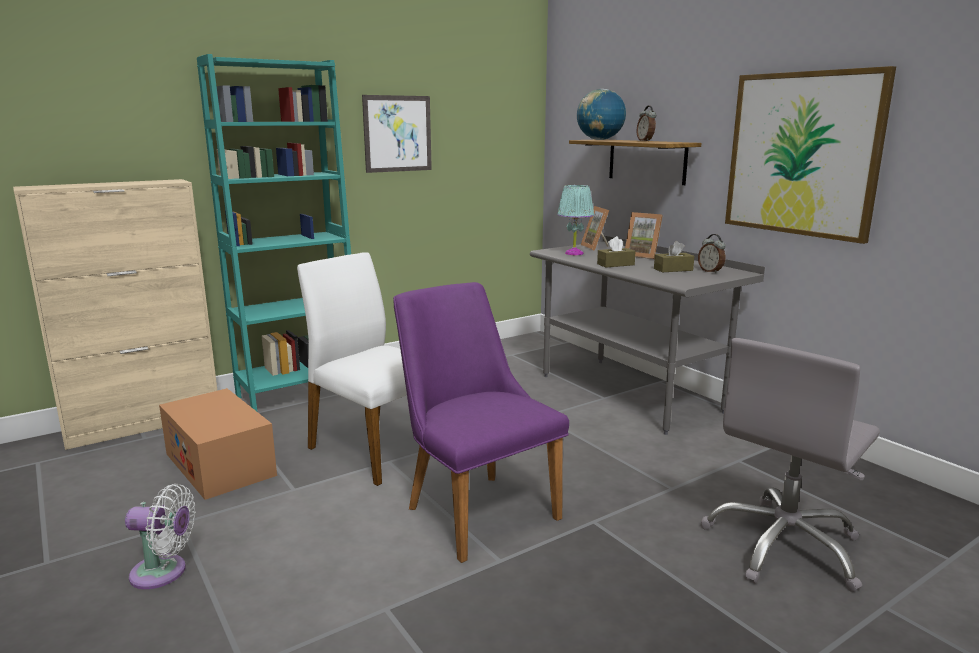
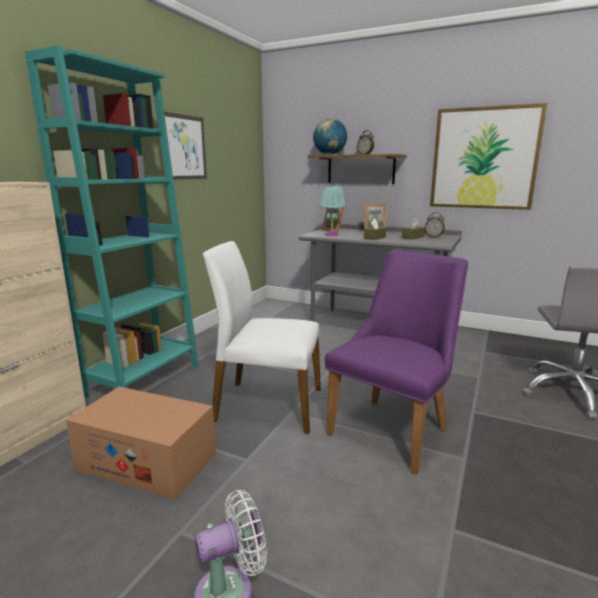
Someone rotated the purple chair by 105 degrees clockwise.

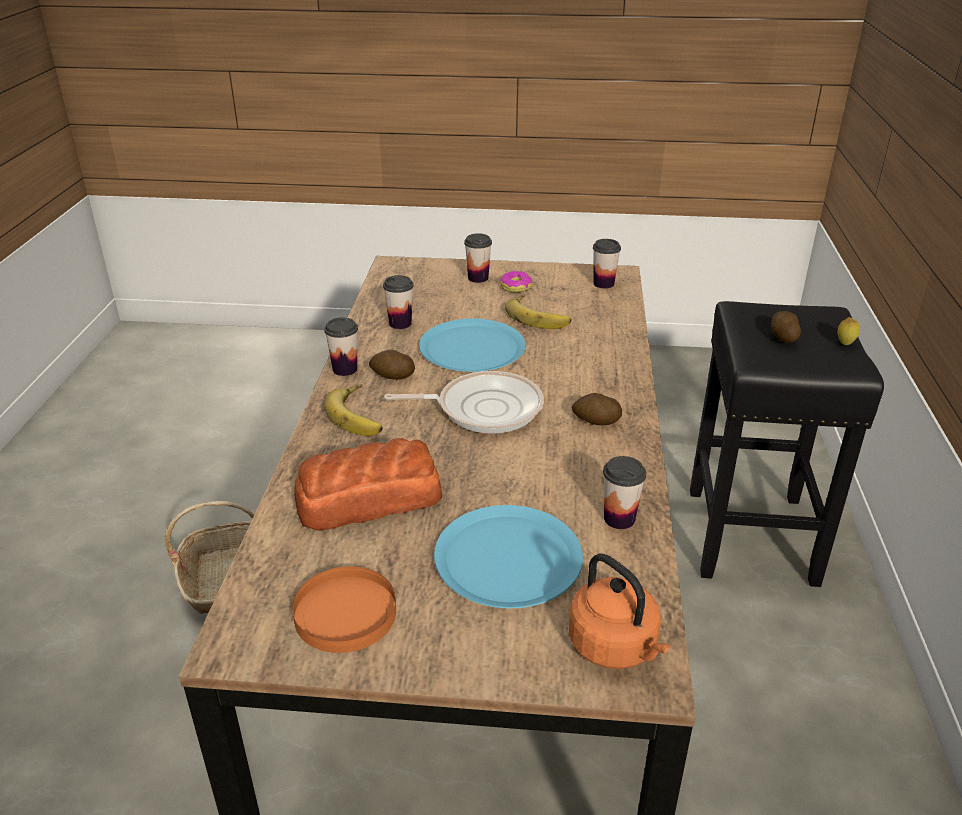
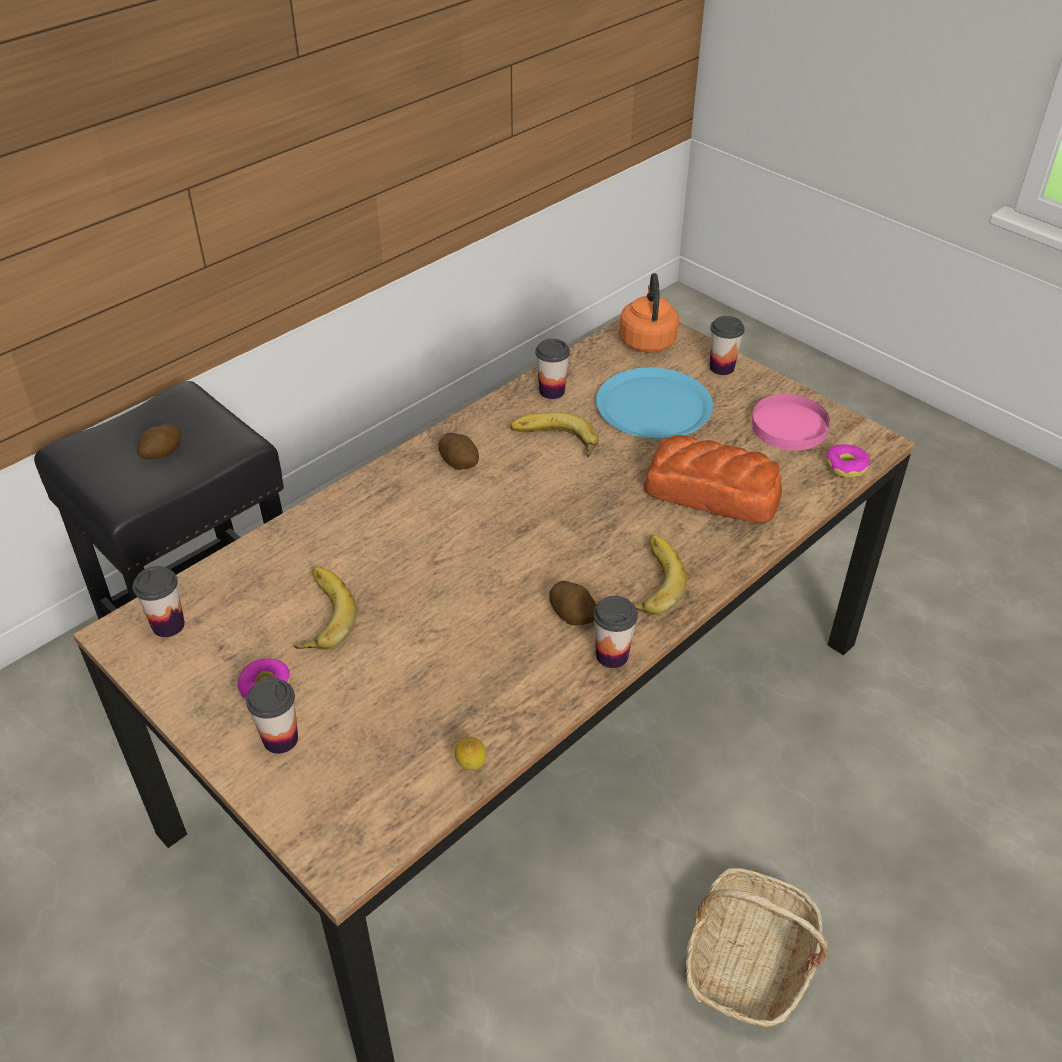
Someone repainted the orange plate, which became the pink plate.
Someone carried the cup (2nd from left in the first image).
Someone took away the frying pan.
Someone took away the blue plate (1st from left).
Someone carried the lemon.
Someone put down the banana (2nd from left).
Someone put down the donut (2nd from left).

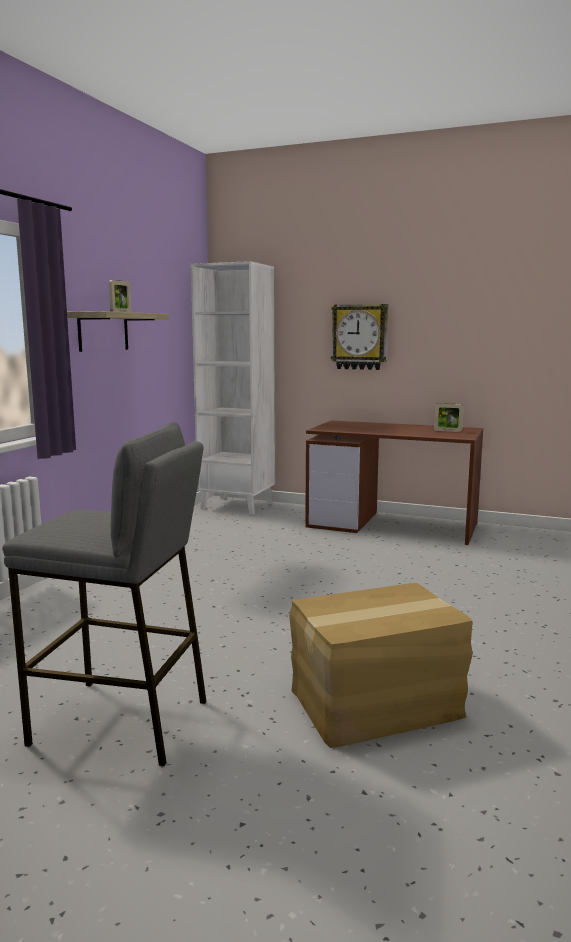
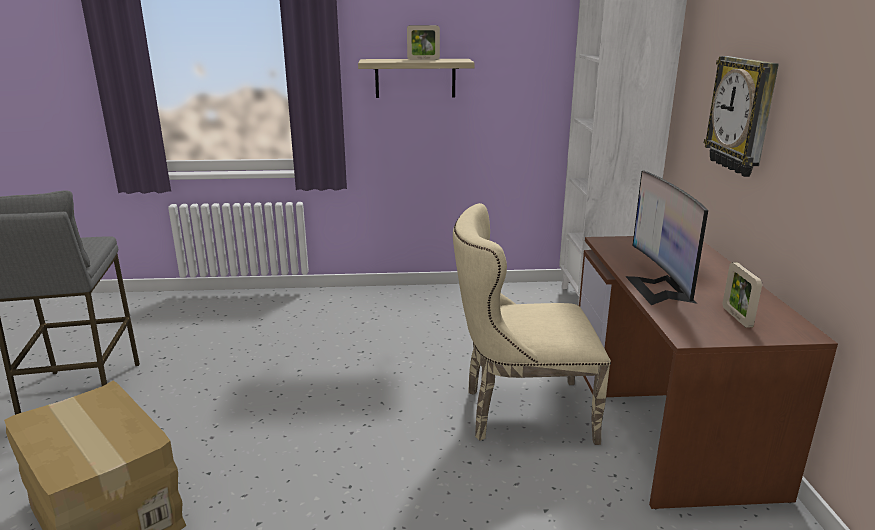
Someone put down the beige chair.
Someone put down the monitor.

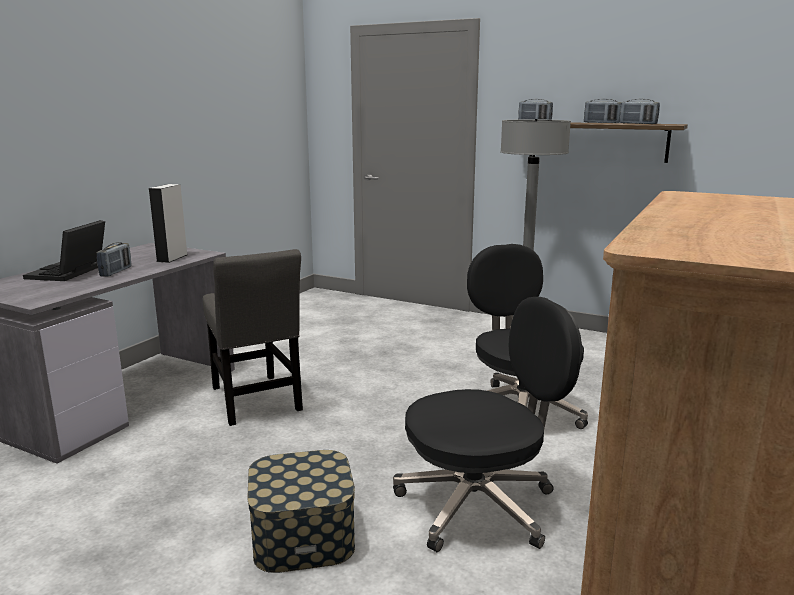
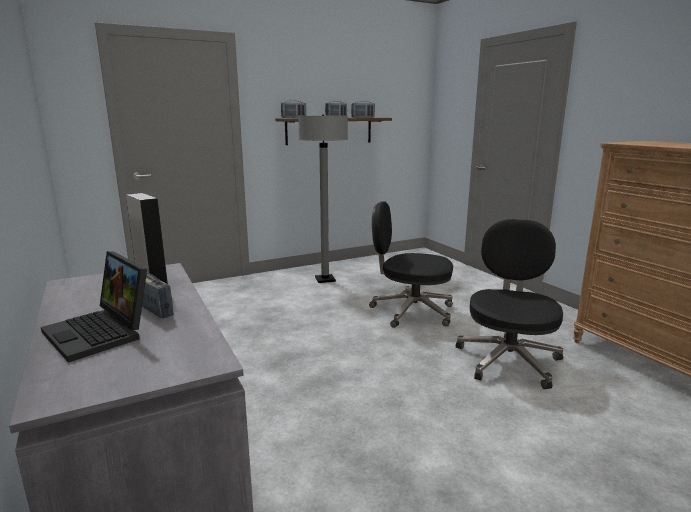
Someone took away the grey chair.
Someone took away the storage box.

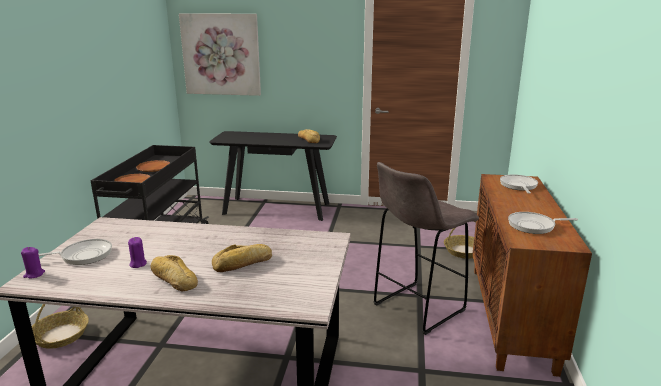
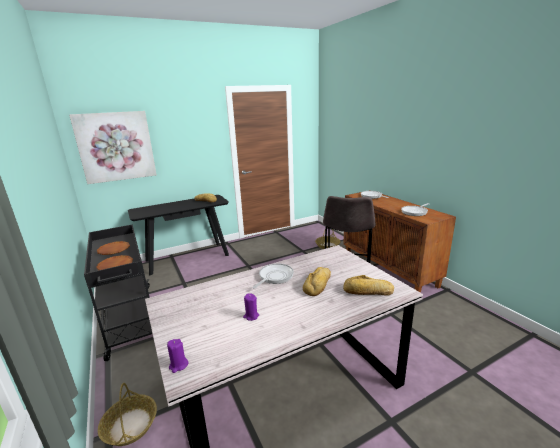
Someone carried the frying pan (1st from left).
Someone carried the bread (1st from left in the first image).

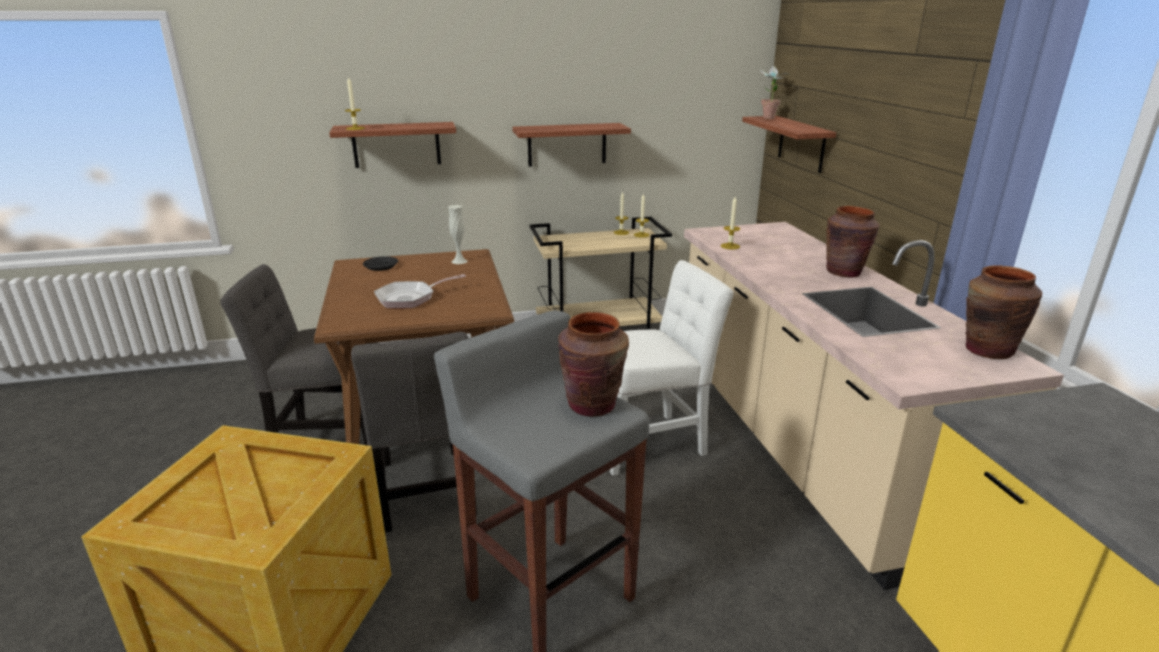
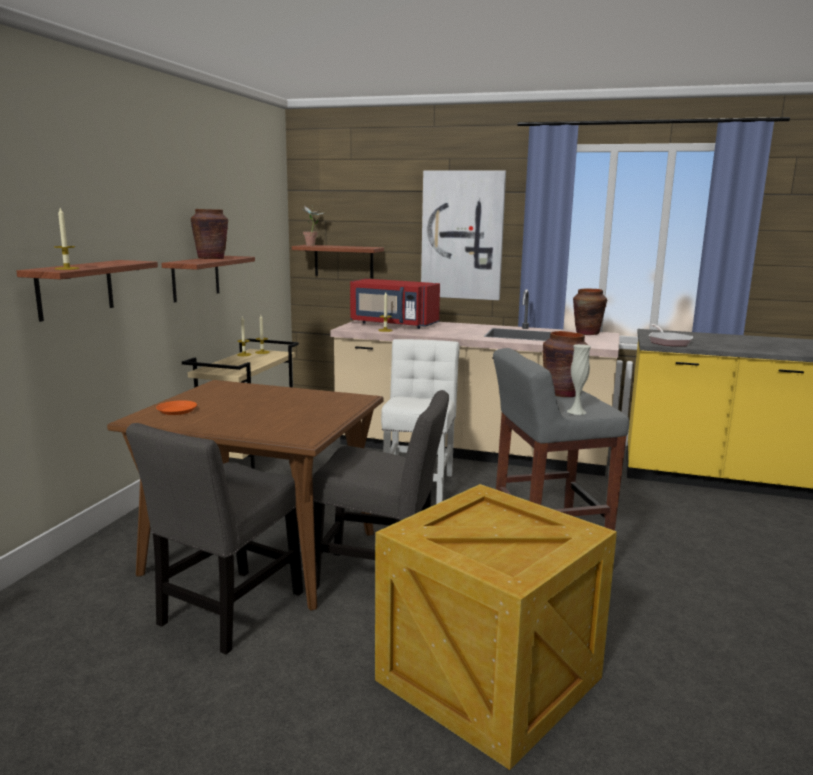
Someone repainted the black plate, which became the orange plate.
Someone carried the frying pan.
Someone carried the white vase.
Someone carried the brown vase (2nd from left in the first image).
Someone put down the red microwave.
Someone put up the picture.

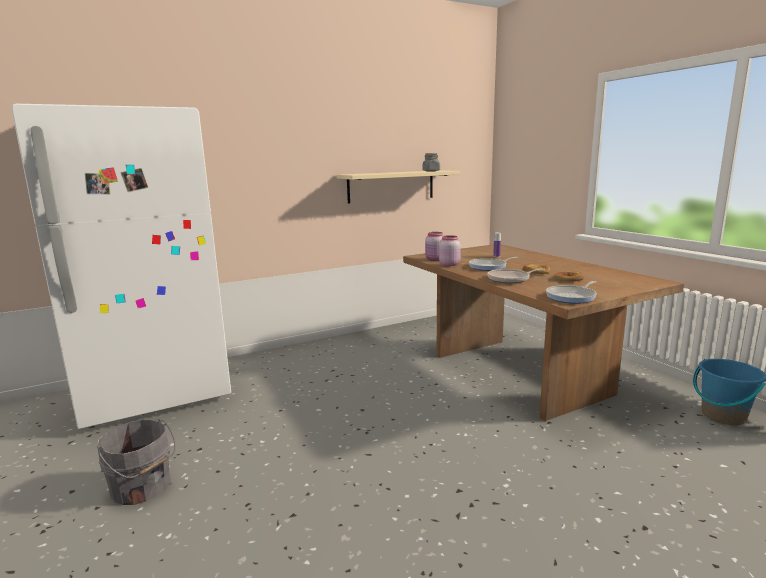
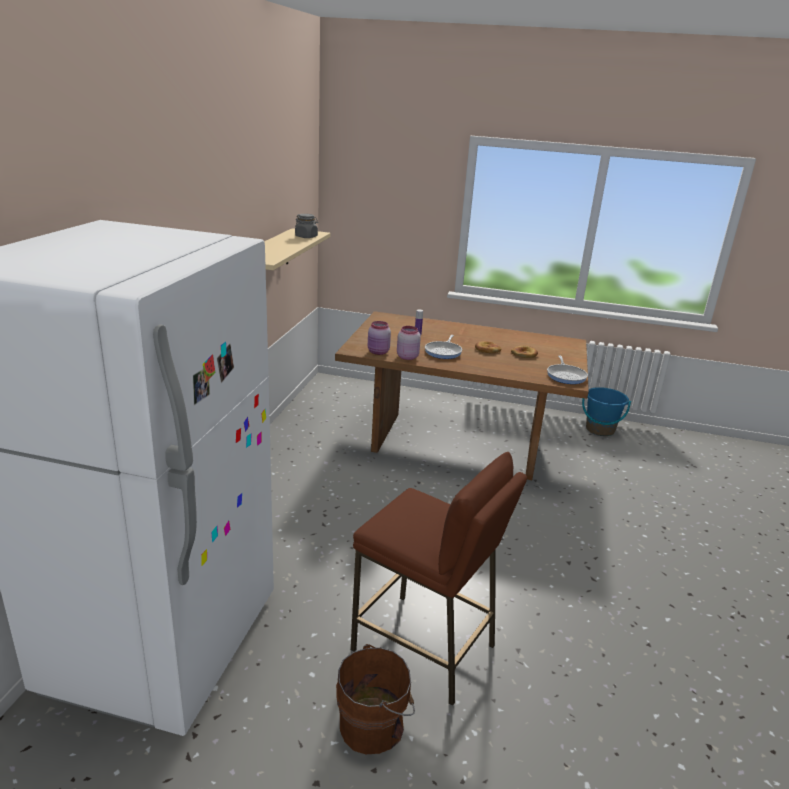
Someone repainted the grey bucket, which became the brown bucket.
Someone took away the frying pan (2nd from left).
Someone put down the brown stool.

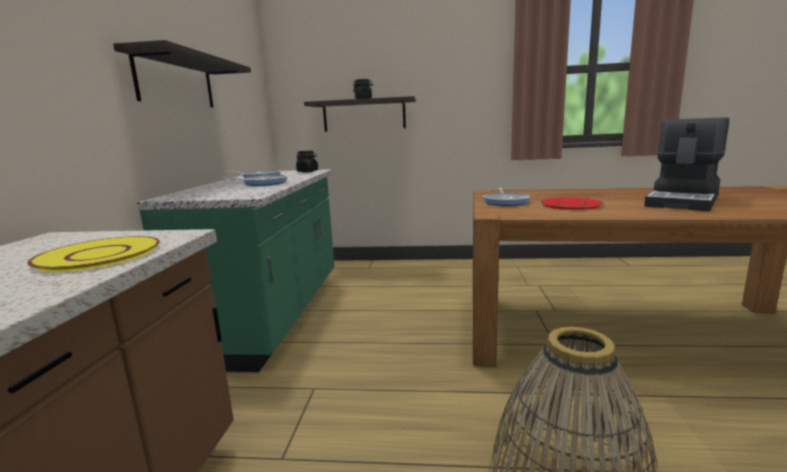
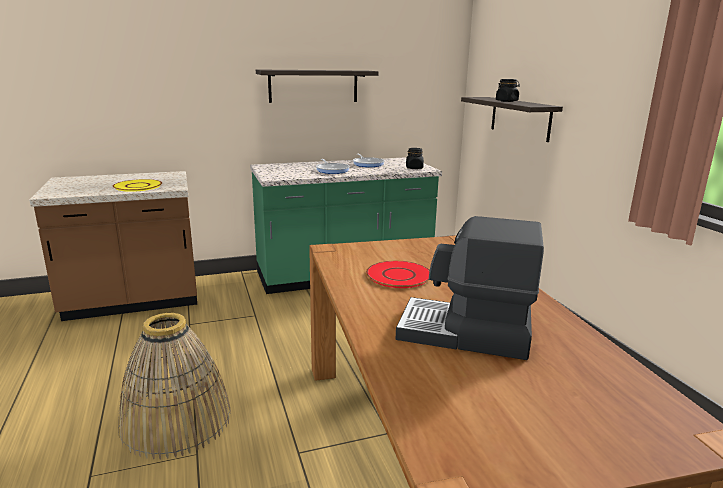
Someone took away the frying pan (3rd from left).

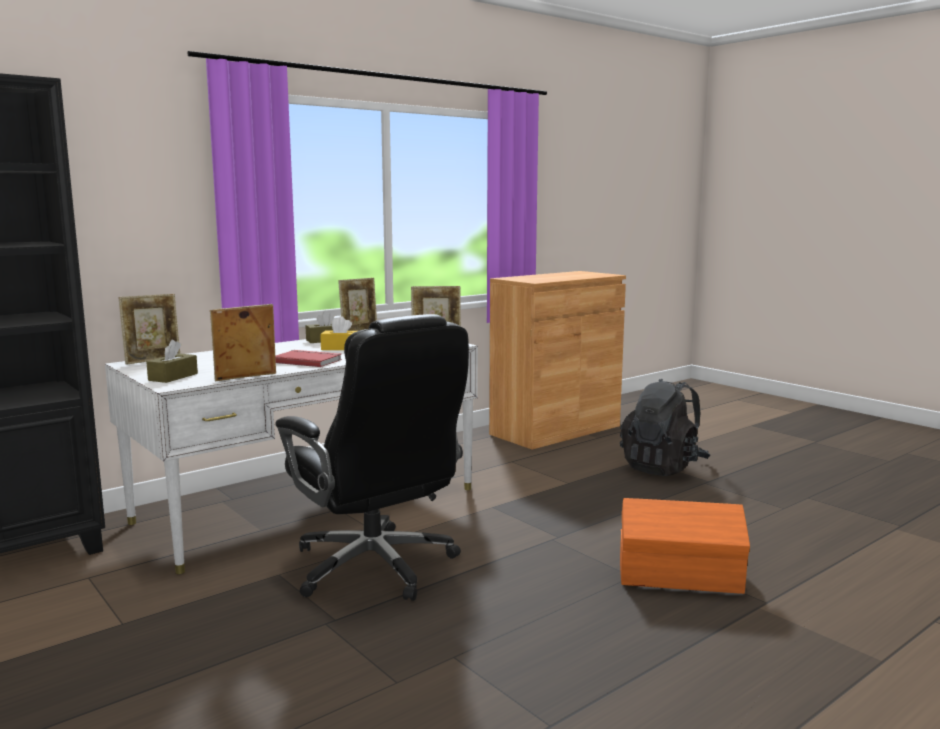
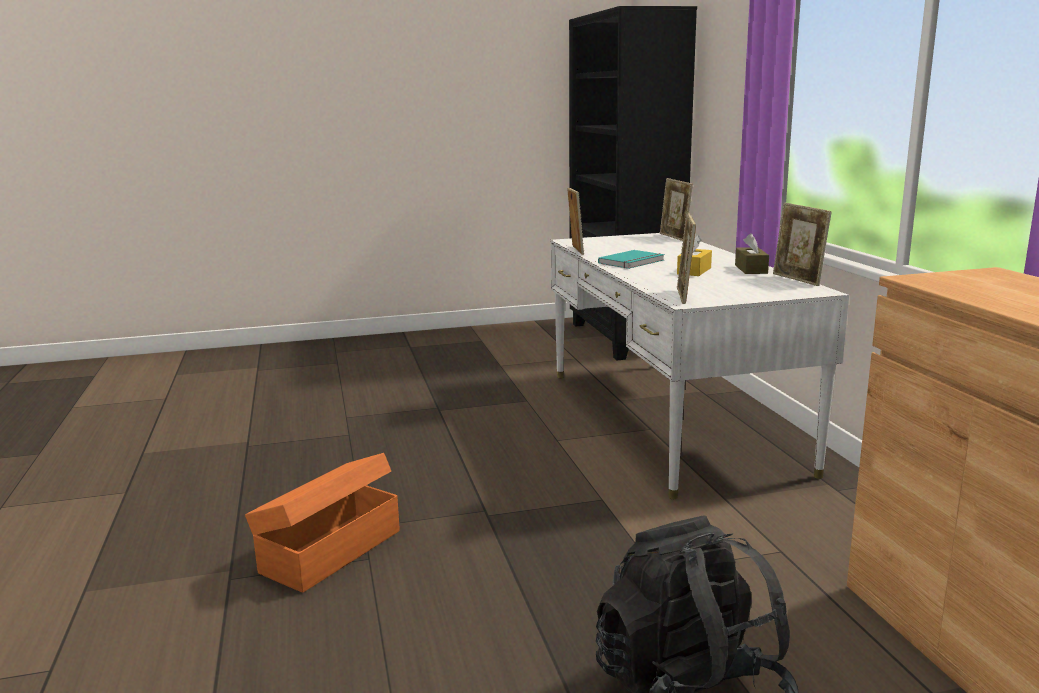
Someone took away the brown tissue box (1st from left).
Someone took away the black office chair.
Someone repainted the red book, which became the turquoise book.

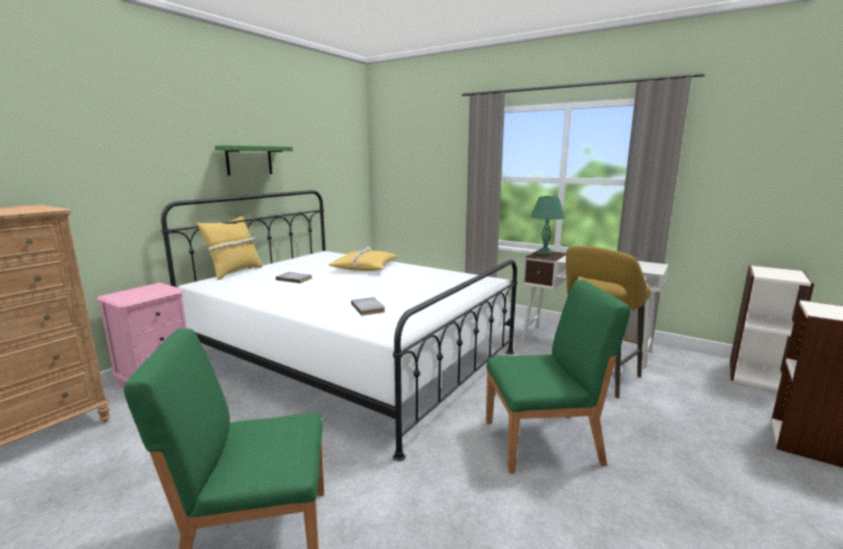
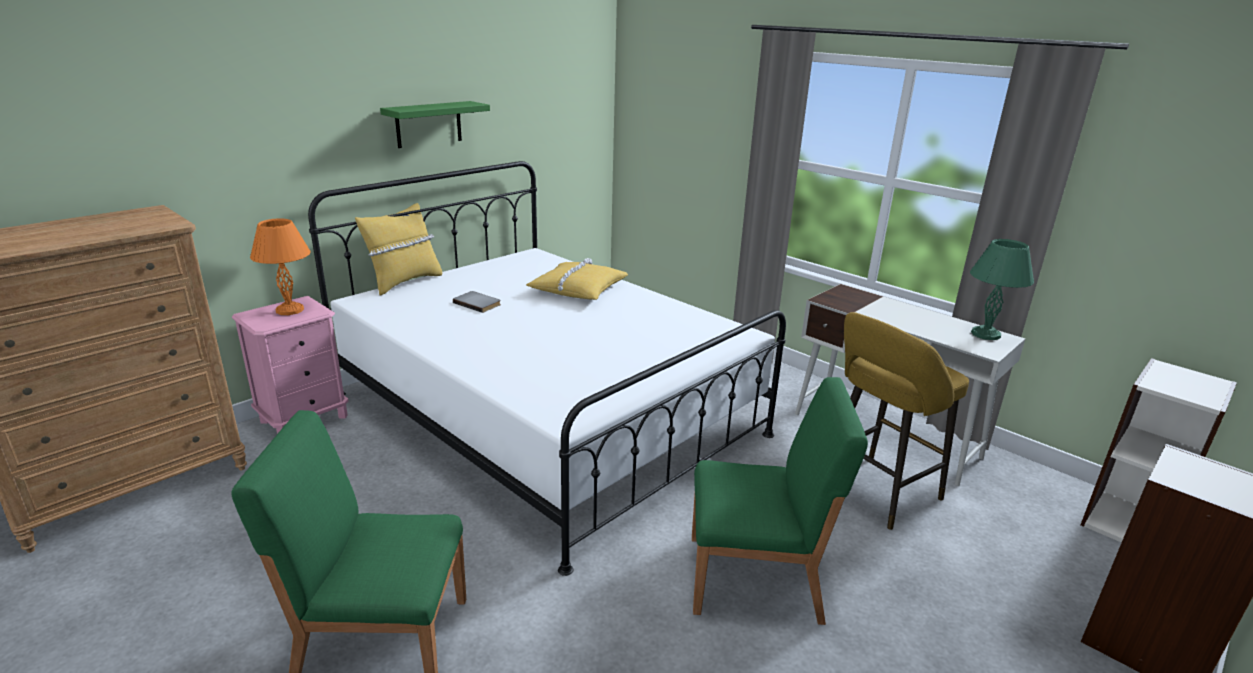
Someone took away the grey book (2nd from left).
Someone carried the green table lamp.
Someone put down the orange table lamp.

